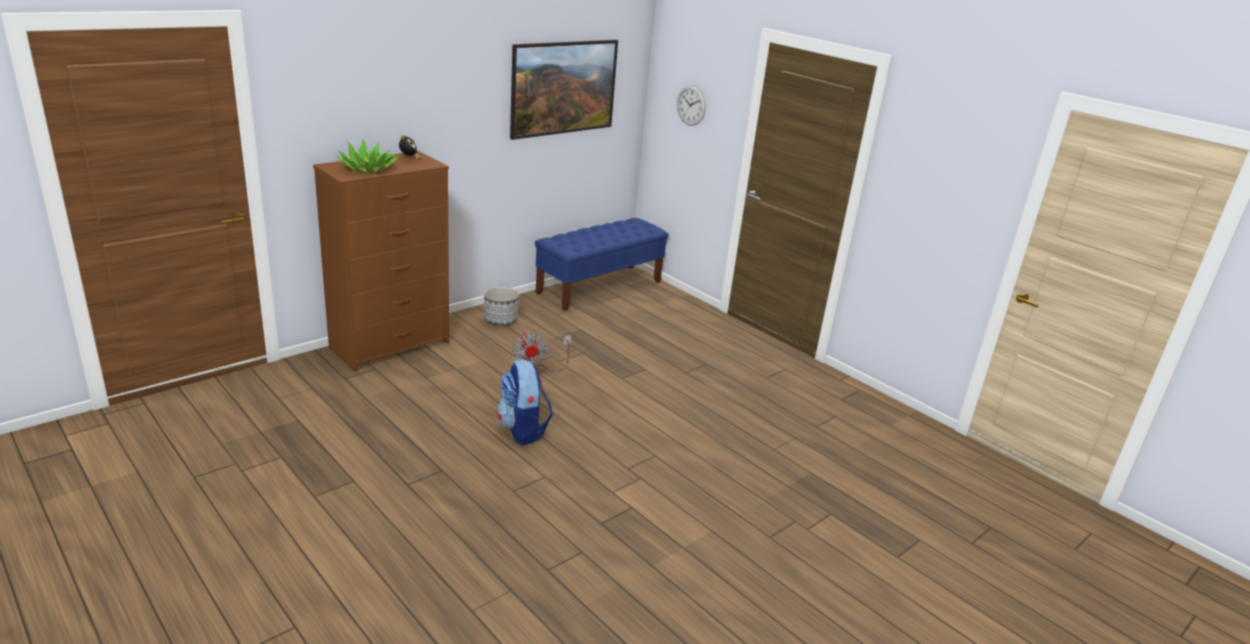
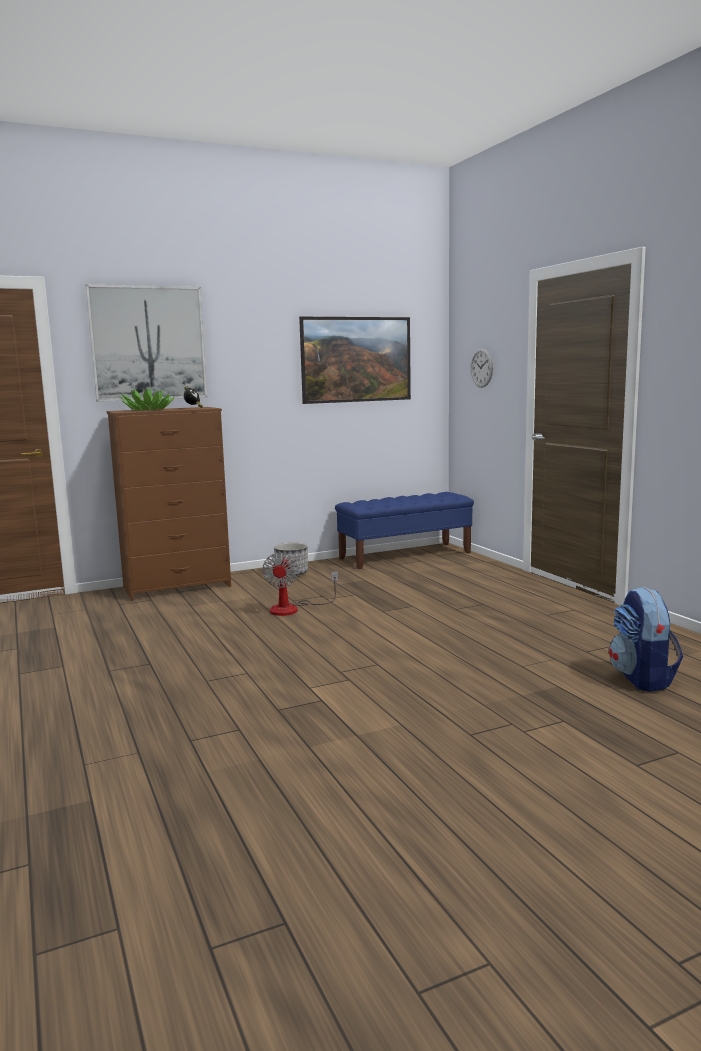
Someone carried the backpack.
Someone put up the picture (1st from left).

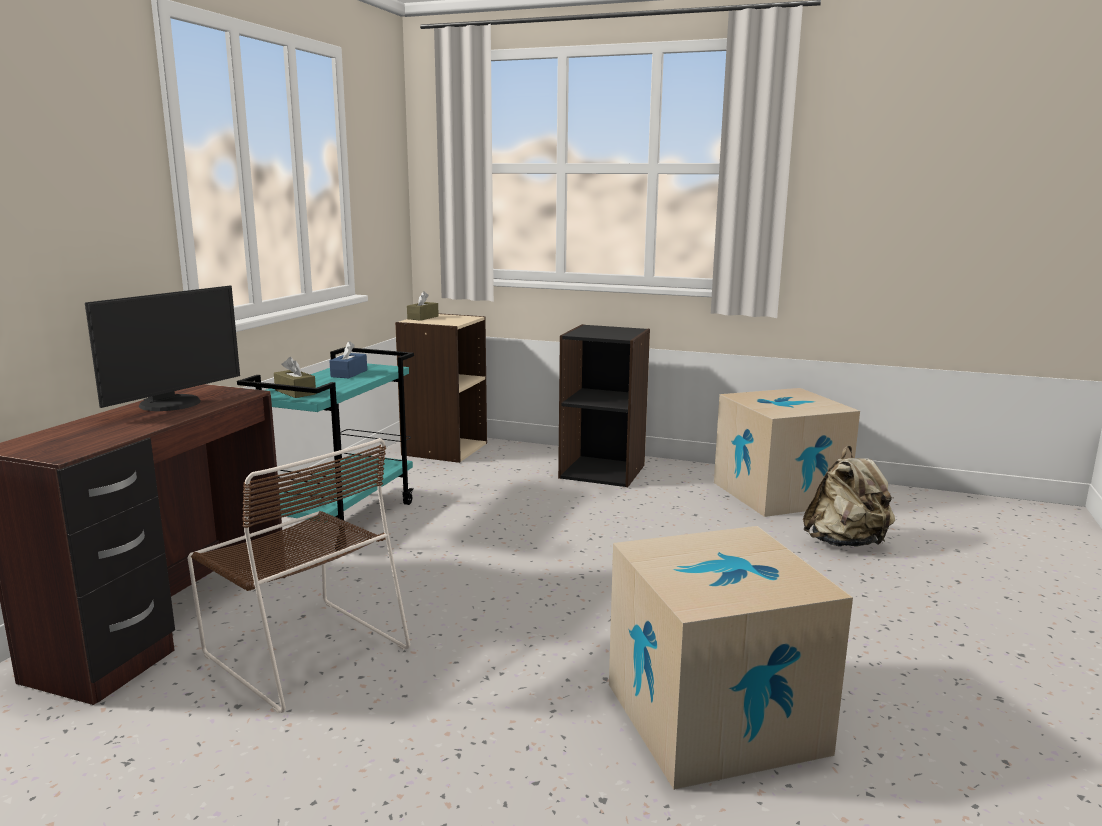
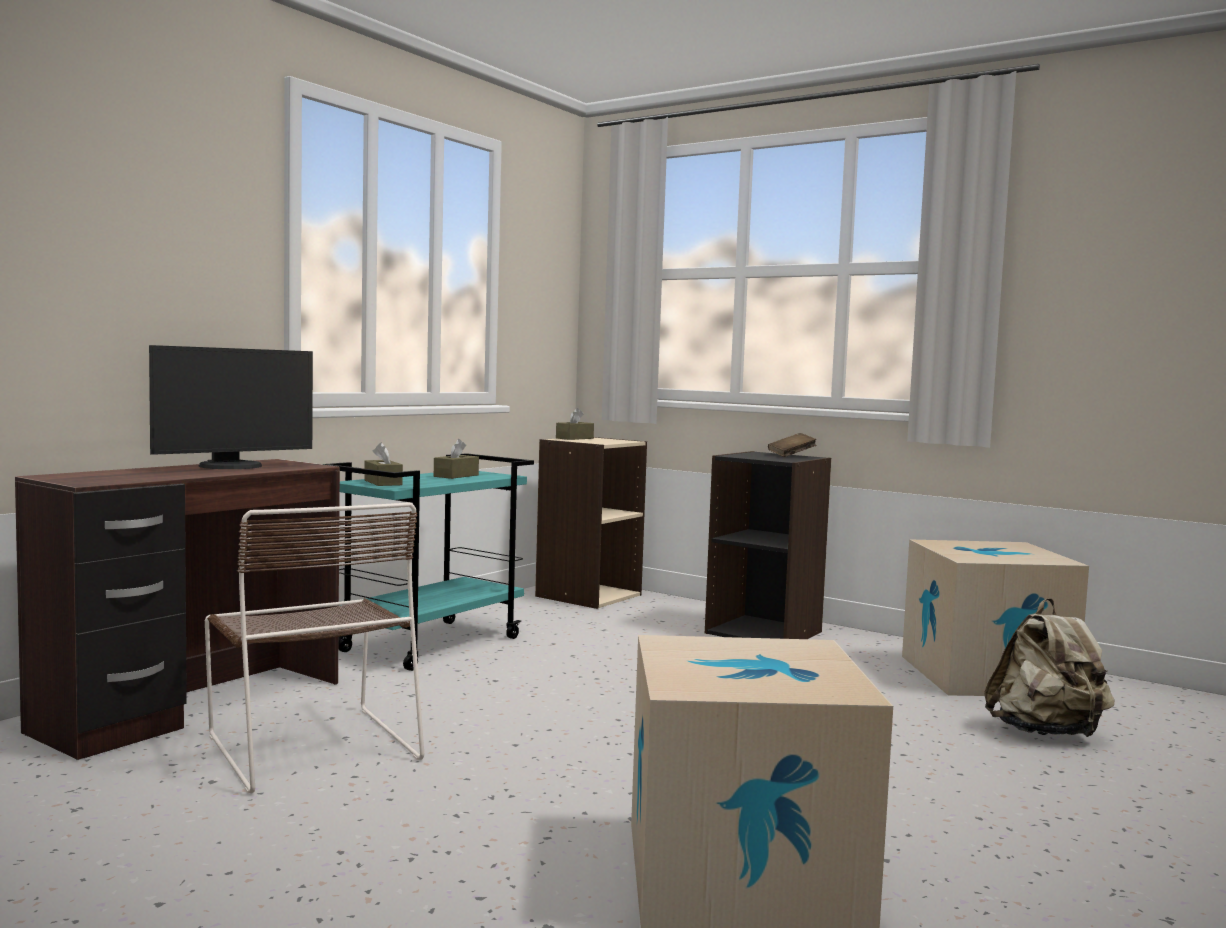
Someone repainted the blue tissue box, which became the brown tissue box (2nd from left).
Someone put down the brown book.

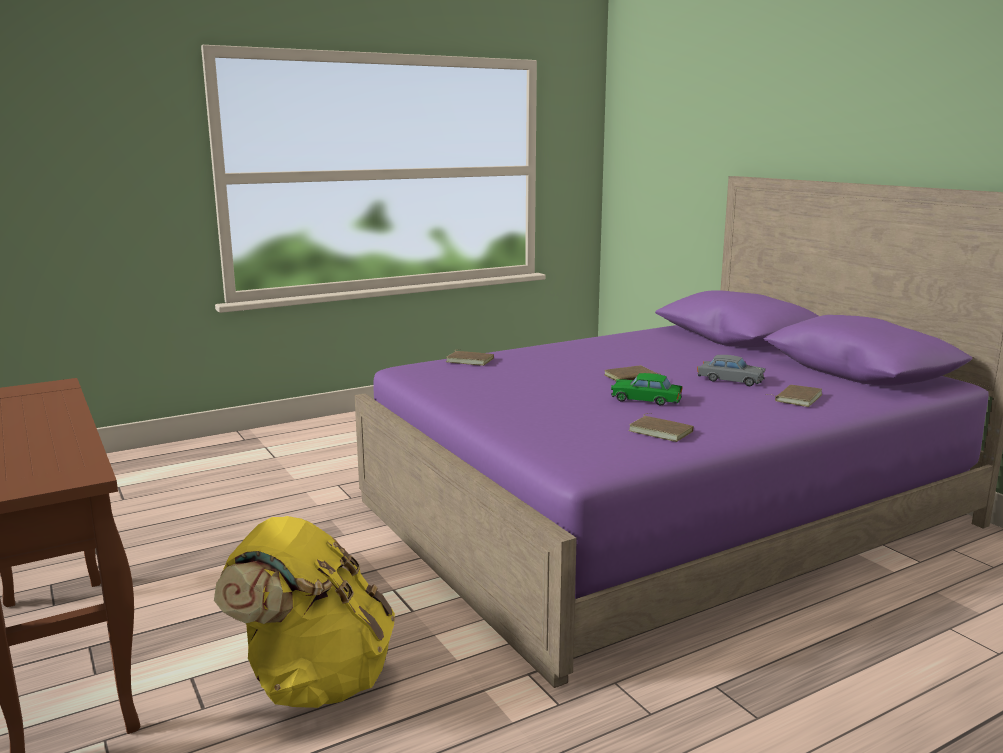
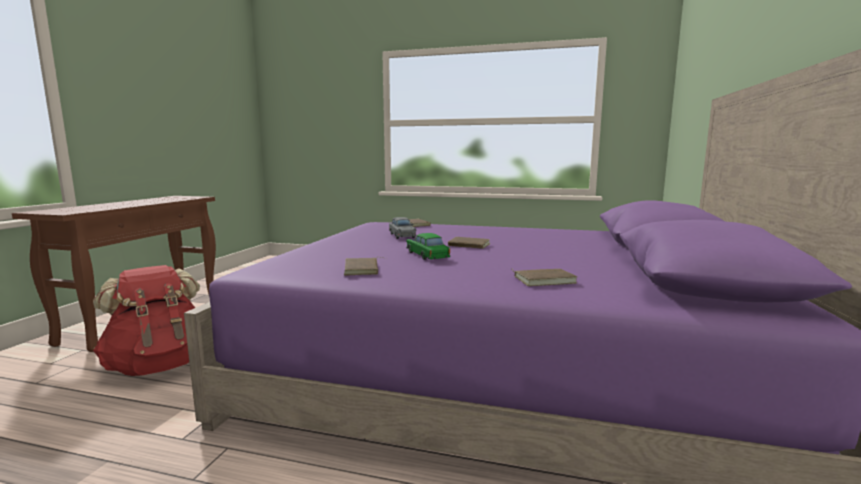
Someone repainted the yellow backpack, which became the red backpack.
Someone carried the grey toy car.

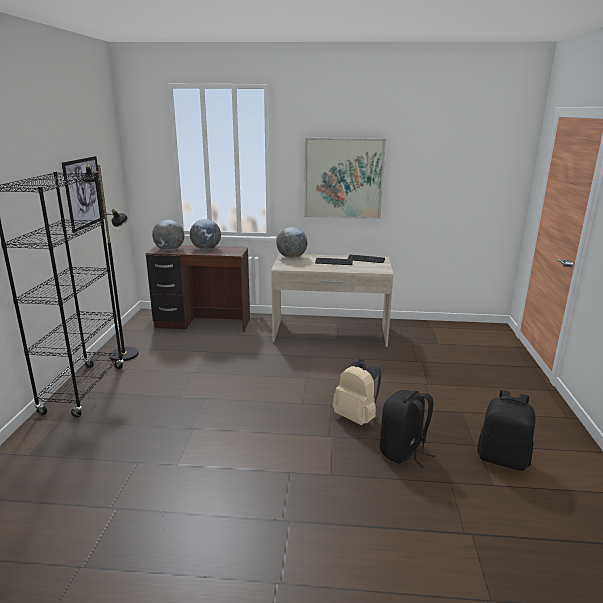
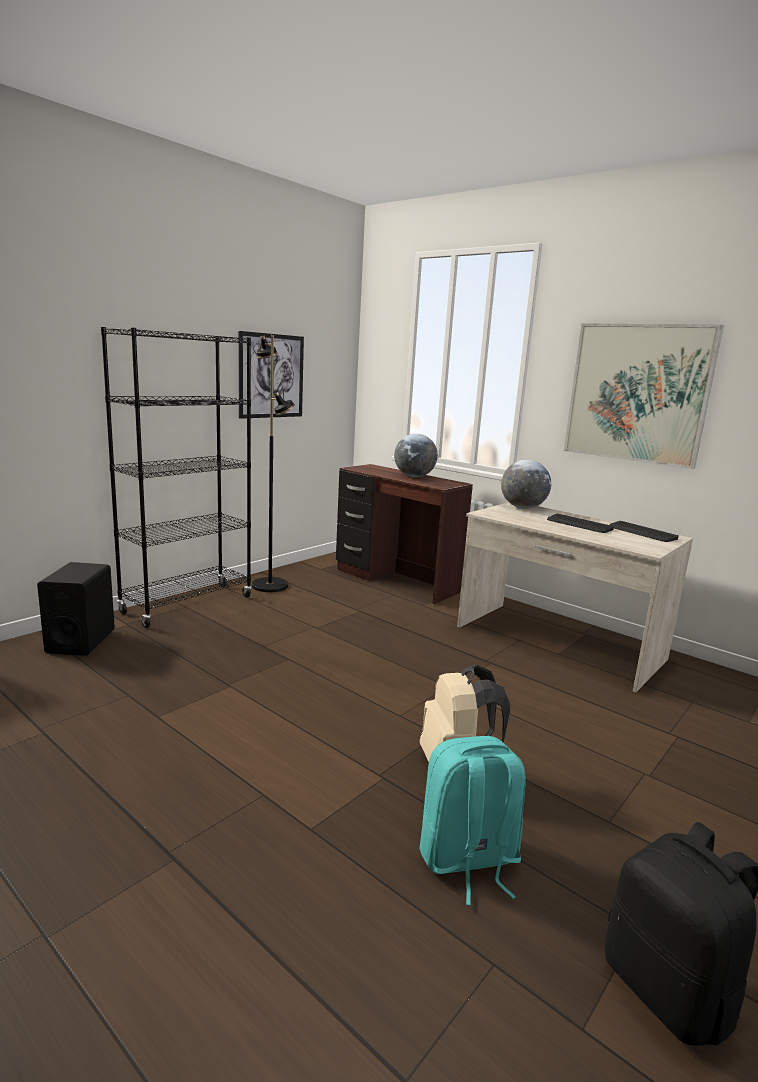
Someone took away the globe (1st from left).
Someone repainted the black backpack (1st from left), which became the turquoise backpack.
Someone put down the black speaker.

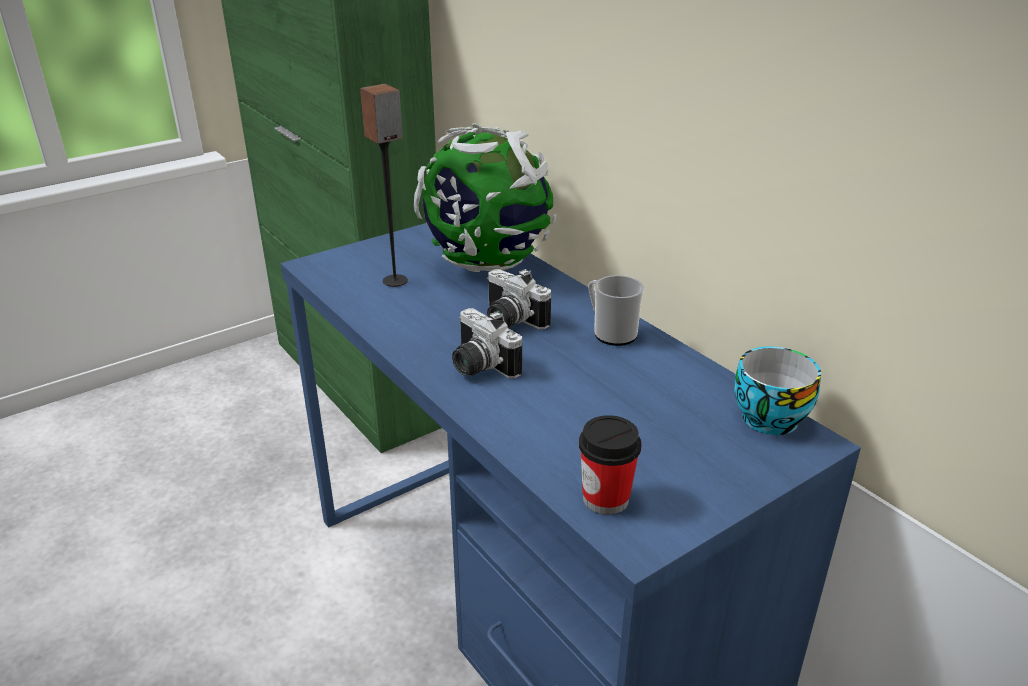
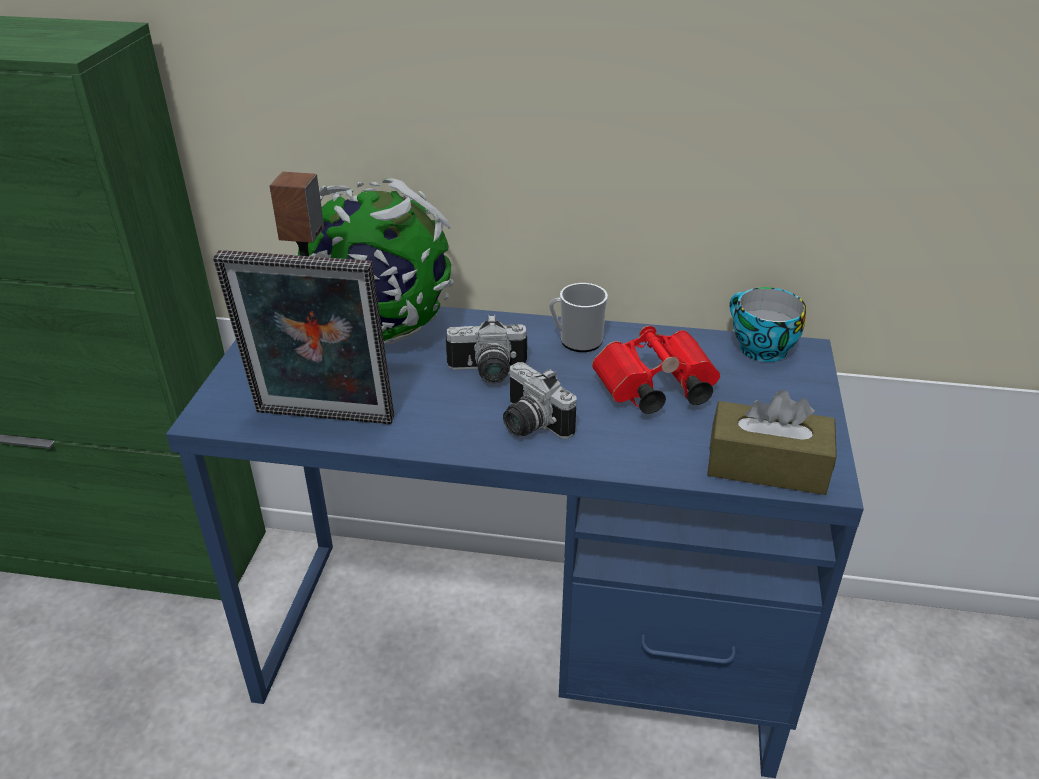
Someone rotated the photo camera (1st from left in the first image) by 45 degrees clockwise.
Someone swapped the cup (1st from left) for the brown tissue box.
Someone put down the picture frame.
Someone put down the red binoculars.

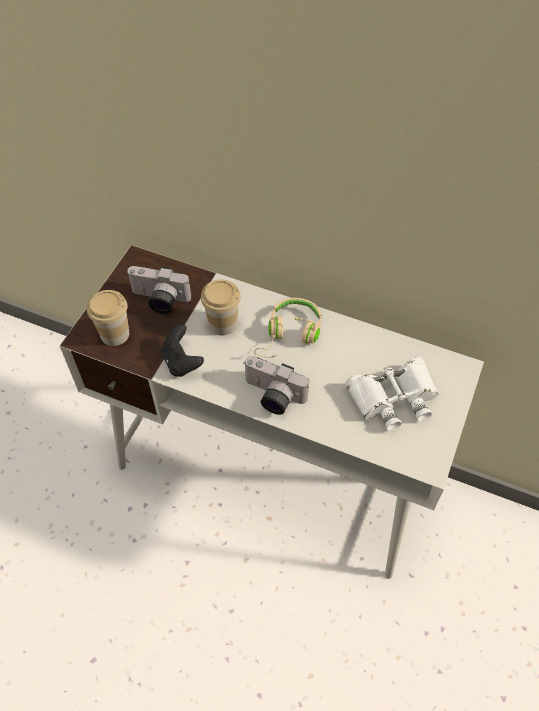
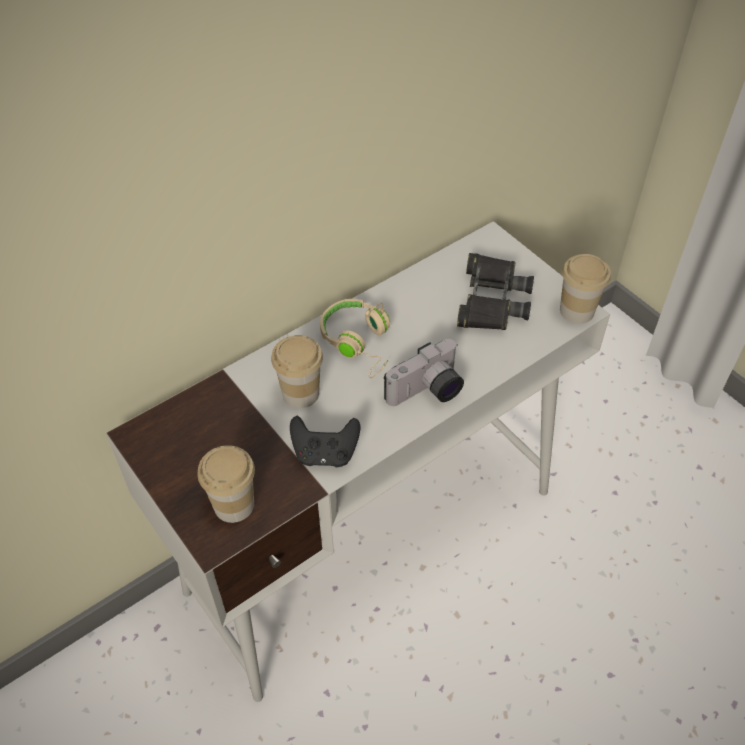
Someone took away the photo camera (1st from left).
Someone repainted the white binoculars, which became the black binoculars.
Someone put down the cup (3rd from left).

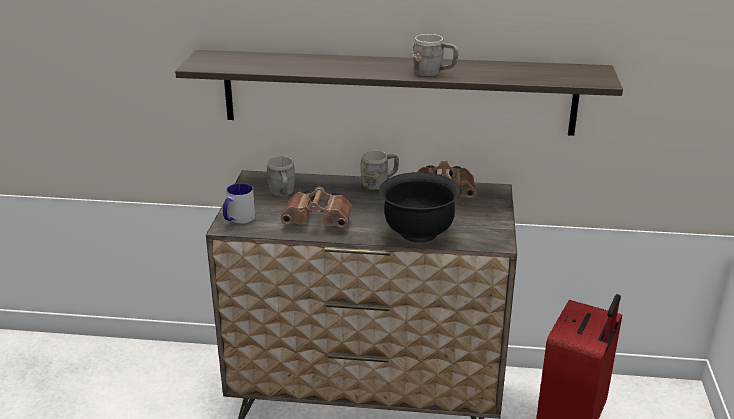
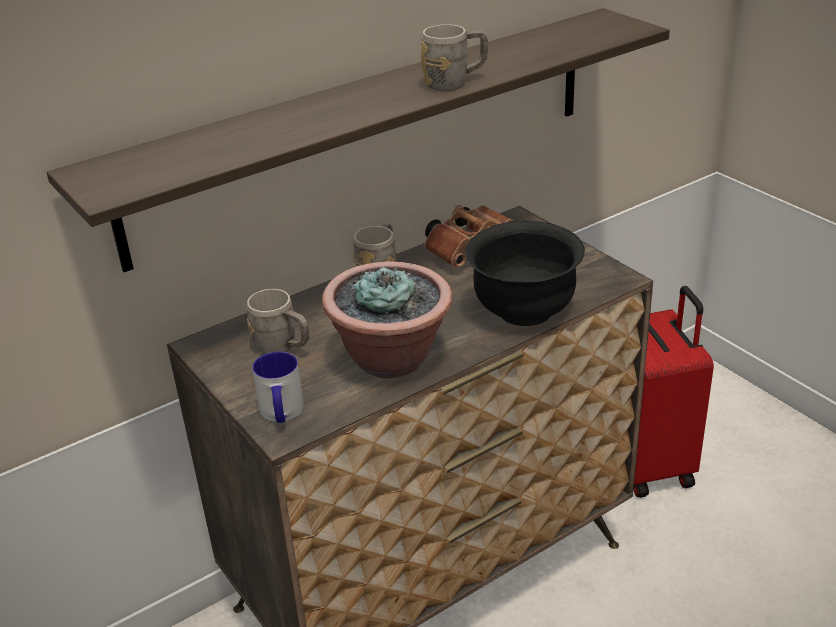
Someone swapped the brown binoculars (1st from left) for the potted plant.

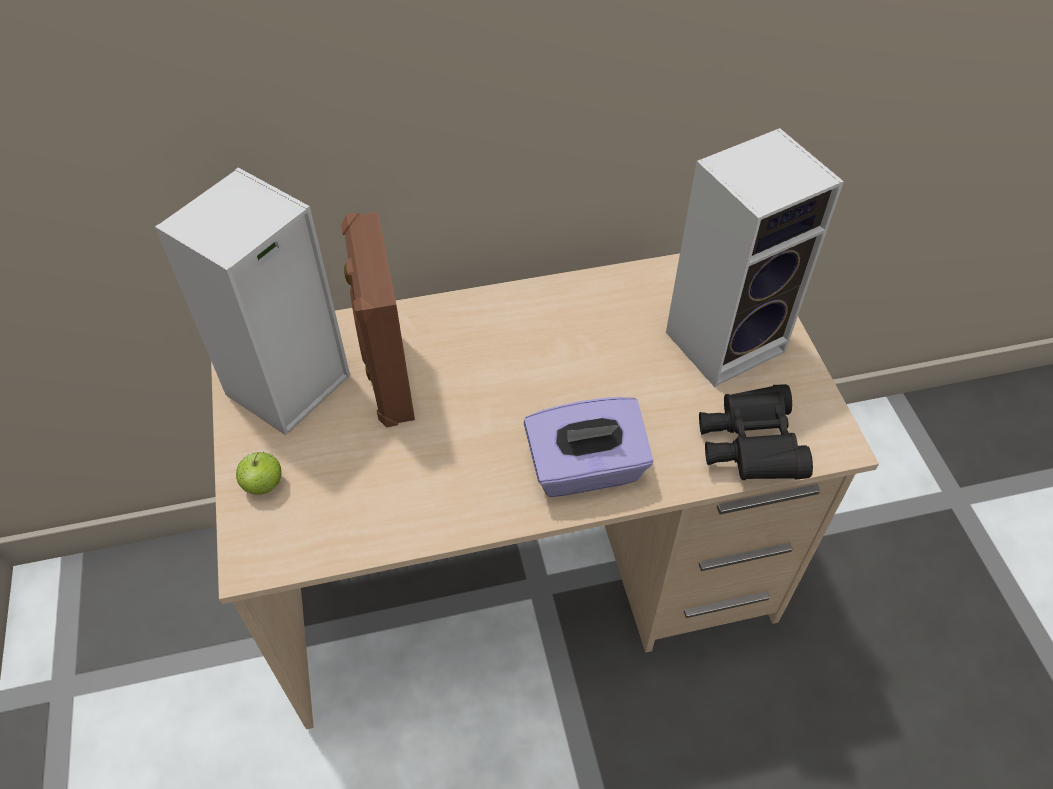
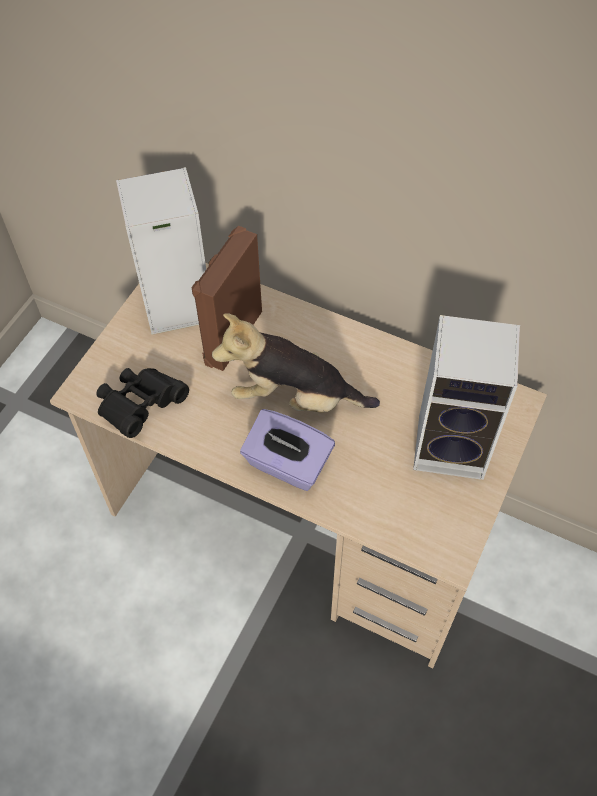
Someone took away the apple.
Someone carried the black binoculars.
Someone put down the plush toy.

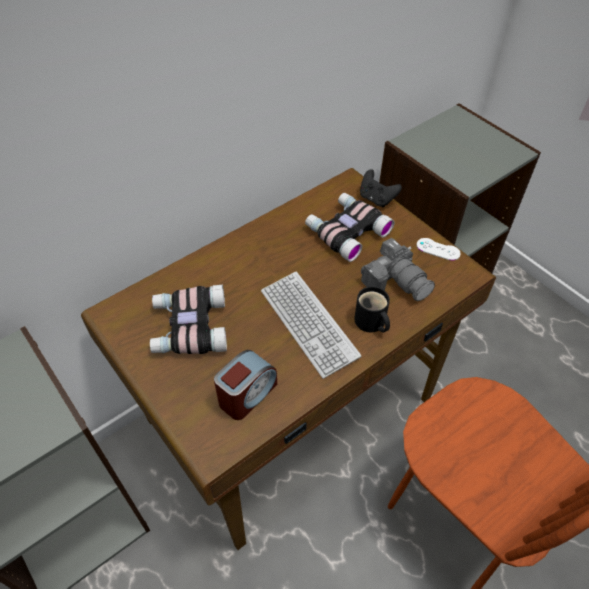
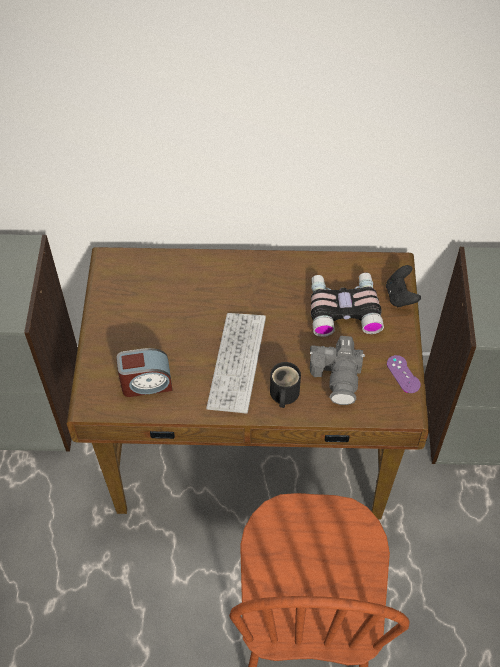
Someone took away the binoculars (1st from left).
Someone repainted the white game controller, which became the purple game controller.

